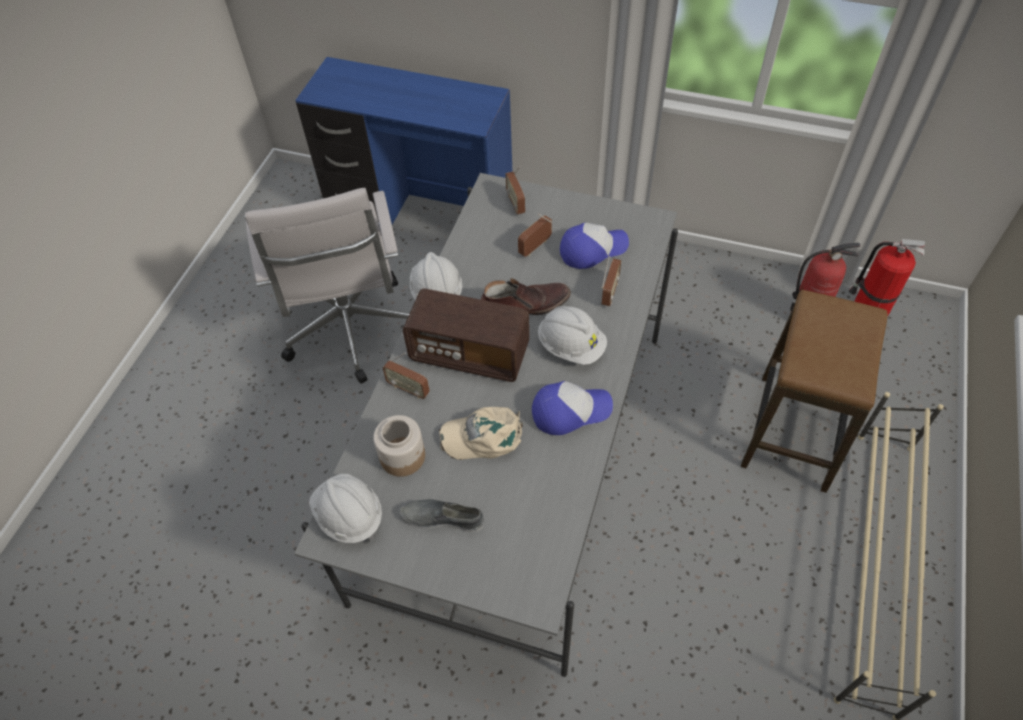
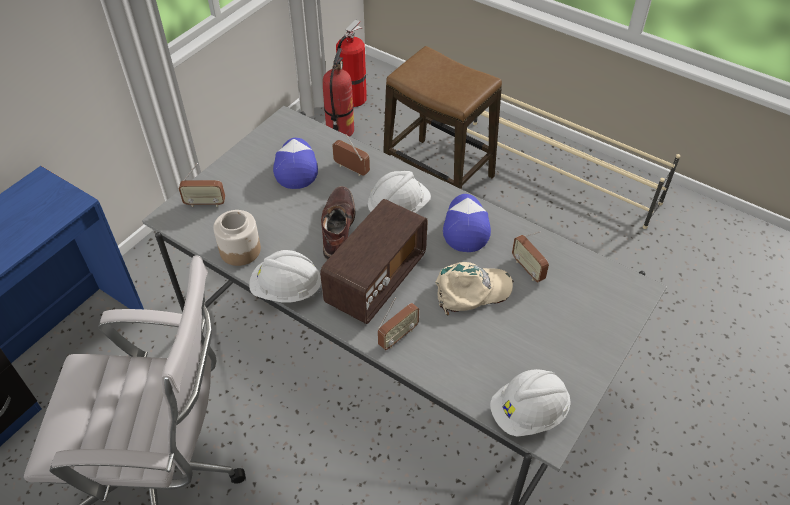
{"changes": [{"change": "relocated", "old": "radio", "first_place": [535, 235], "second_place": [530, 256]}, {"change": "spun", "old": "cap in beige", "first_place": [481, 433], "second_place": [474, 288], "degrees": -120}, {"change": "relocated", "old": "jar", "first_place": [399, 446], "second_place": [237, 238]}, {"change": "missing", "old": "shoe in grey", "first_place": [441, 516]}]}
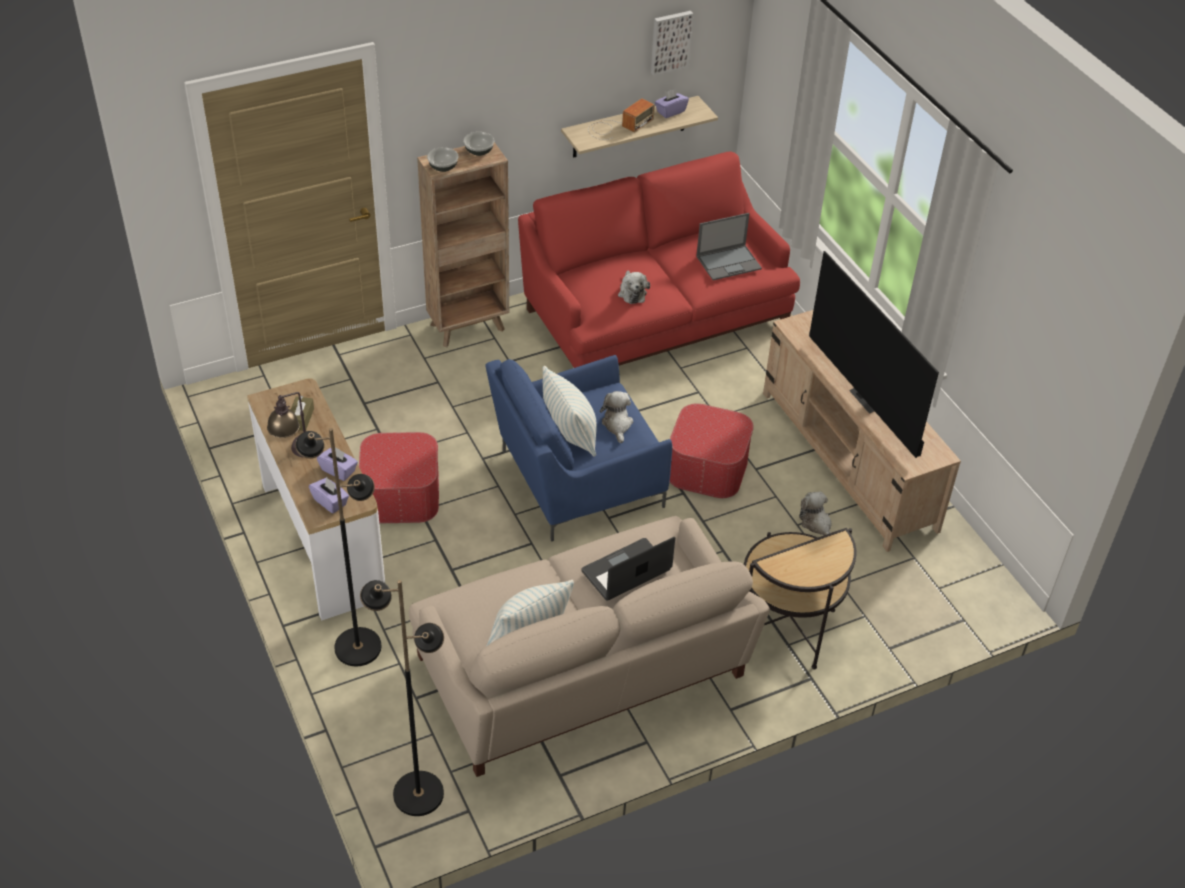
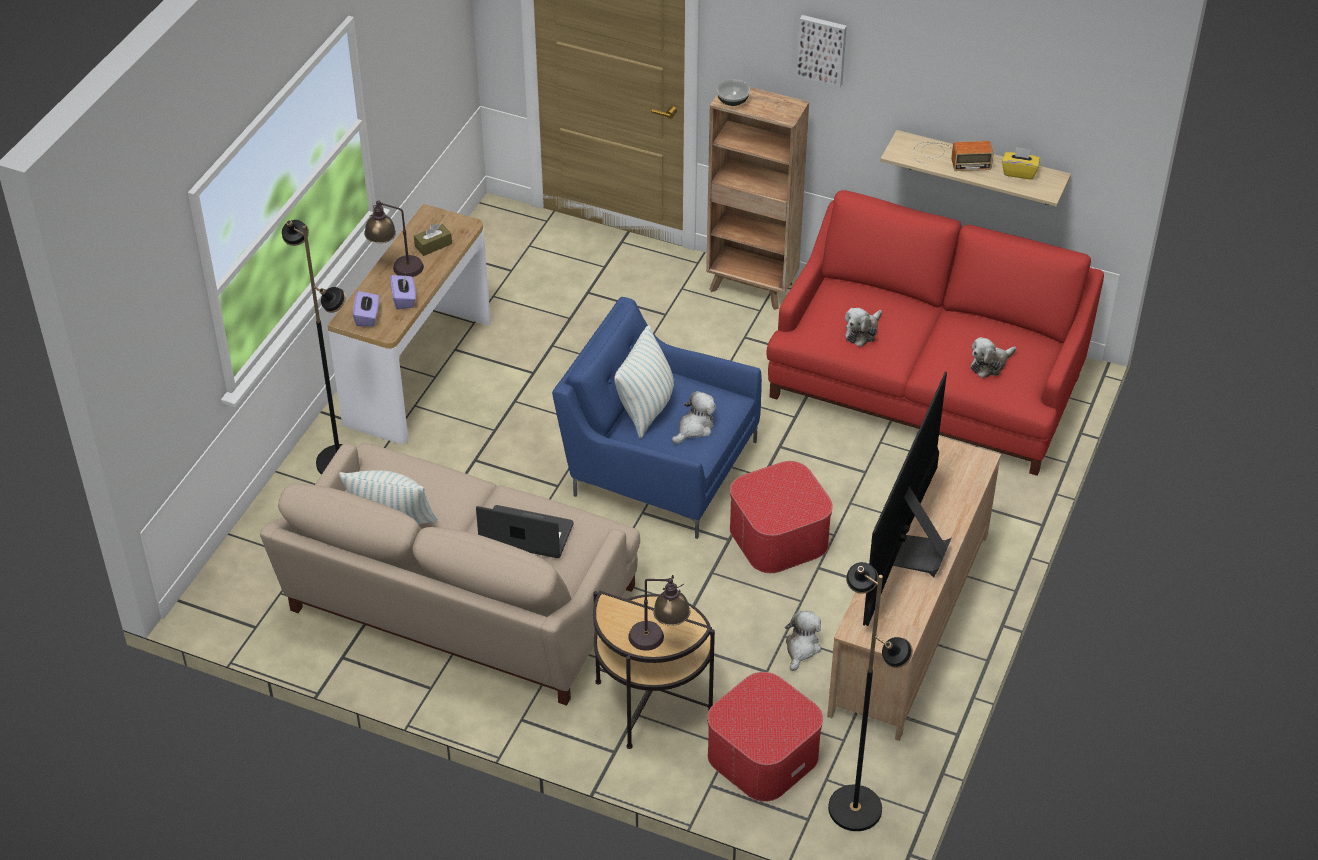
{"changes": [{"change": "relocated", "old": "picture", "first_place": [672, 43], "second_place": [822, 51]}, {"change": "colour", "old": "tissue box in purple", "new": "tissue box in yellow", "first_place": [672, 103], "second_place": [1021, 163]}, {"change": "missing", "old": "bowl", "first_place": [478, 144]}, {"change": "exchanged", "old": "laptop", "new": "plush toy", "first_place": [729, 246], "second_place": [993, 357]}, {"change": "relocated", "old": "ottoman", "first_place": [399, 477], "second_place": [765, 737]}, {"change": "relocated", "old": "floor lamp in black", "first_place": [402, 698], "second_place": [870, 696]}, {"change": "appeared", "new": "table lamp", "second_place": [659, 613]}]}
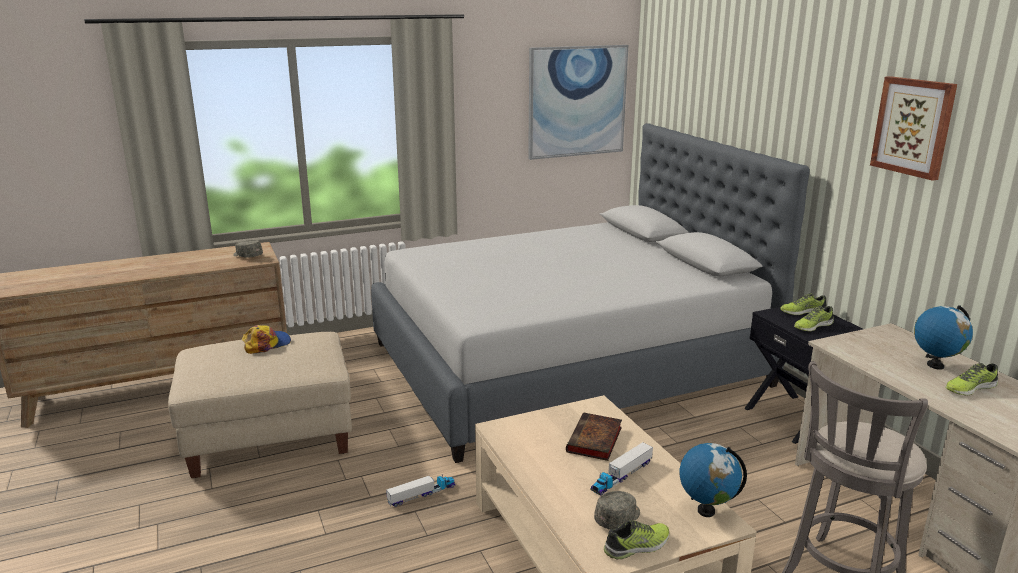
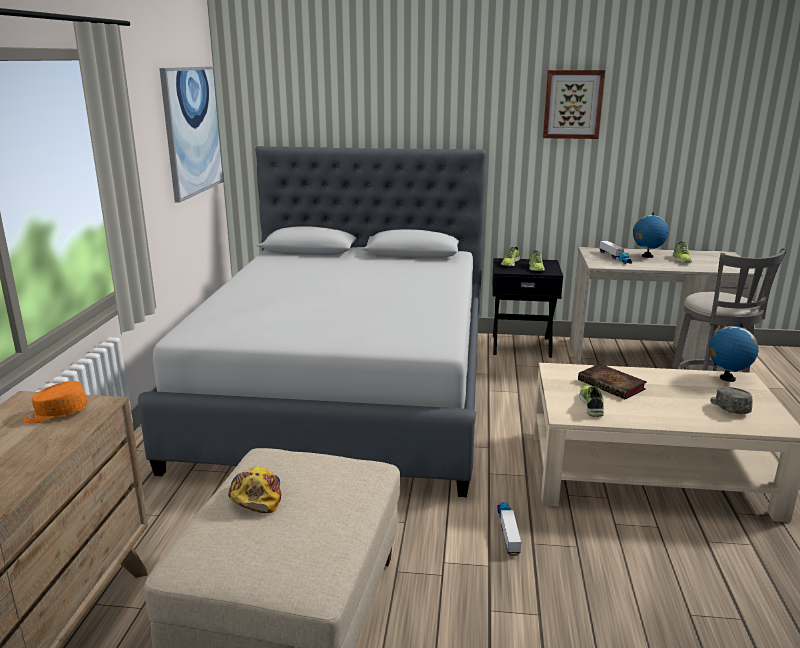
{"changes": [{"change": "colour", "old": "cap in grey", "new": "cap in orange", "first_place": [248, 249], "second_place": [55, 402]}, {"change": "relocated", "old": "toy truck", "first_place": [621, 469], "second_place": [615, 252]}, {"change": "relocated", "old": "shoe", "first_place": [636, 540], "second_place": [592, 401]}]}
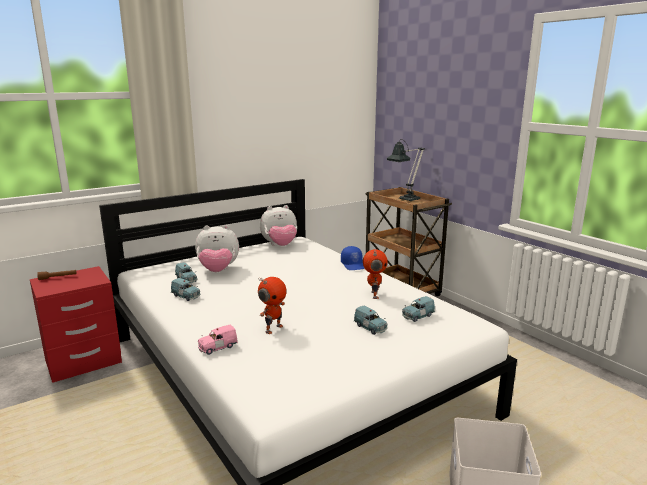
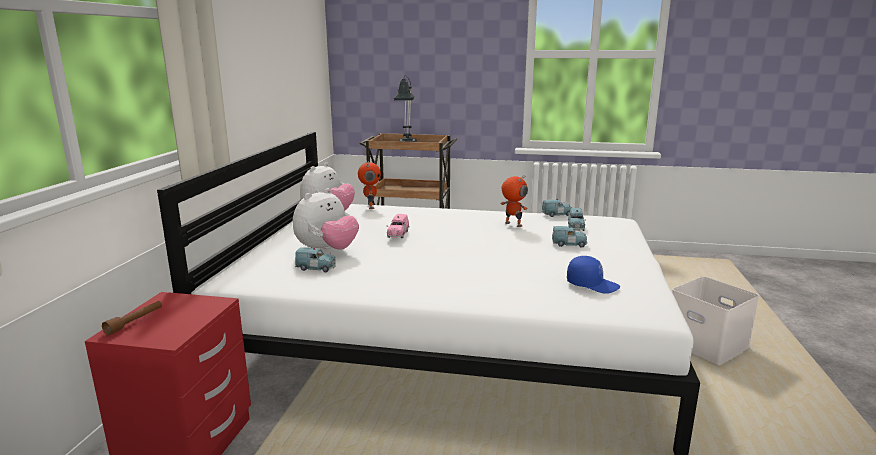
{"changes": [{"change": "relocated", "old": "cap in blue", "first_place": [353, 258], "second_place": [593, 275]}, {"change": "relocated", "old": "toy robot", "first_place": [272, 305], "second_place": [369, 185]}, {"change": "relocated", "old": "toy car in blue", "first_place": [185, 289], "second_place": [556, 208]}, {"change": "relocated", "old": "toy car in pink", "first_place": [218, 340], "second_place": [398, 226]}]}
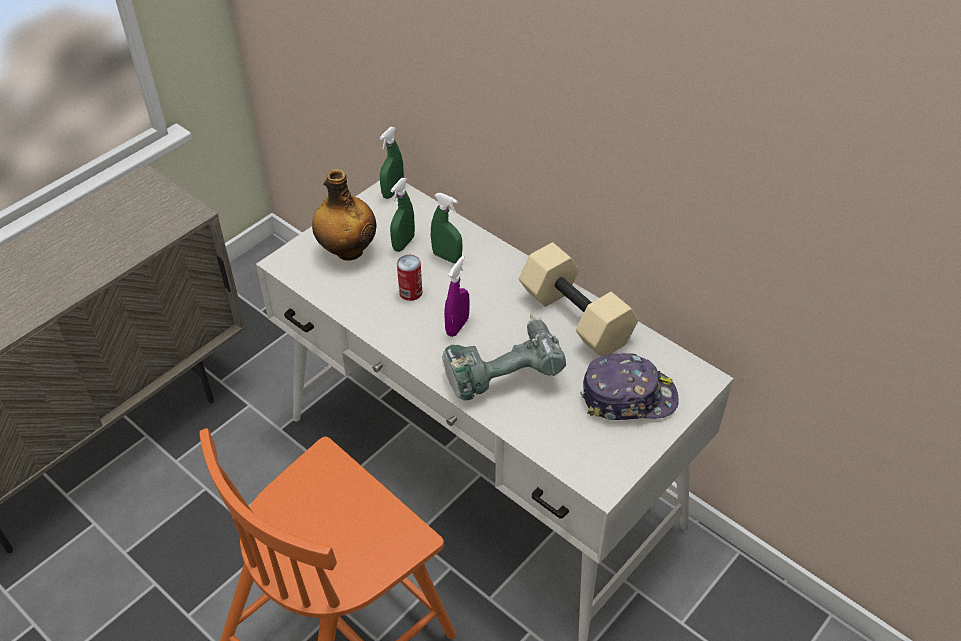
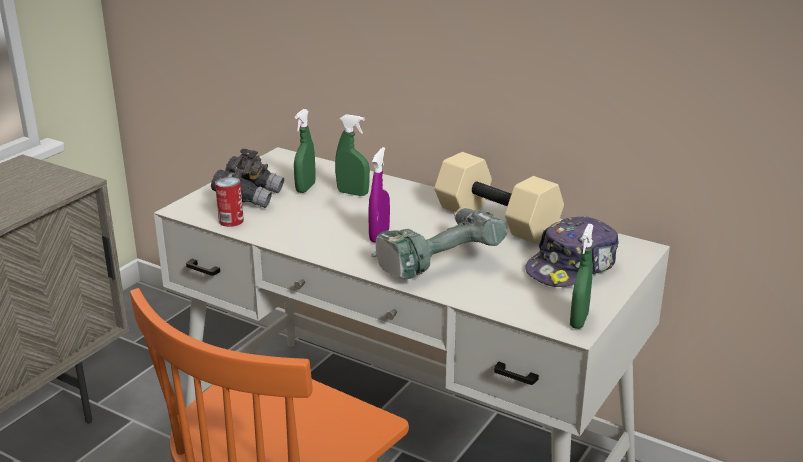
{"changes": [{"change": "relocated", "old": "spray bottle in green", "first_place": [392, 163], "second_place": [581, 276]}, {"change": "exchanged", "old": "bottle", "new": "binoculars in grey", "first_place": [344, 215], "second_place": [247, 178]}, {"change": "relocated", "old": "can", "first_place": [409, 278], "second_place": [229, 202]}, {"change": "spun", "old": "cap", "first_place": [629, 386], "second_place": [572, 251], "degrees": 150}]}
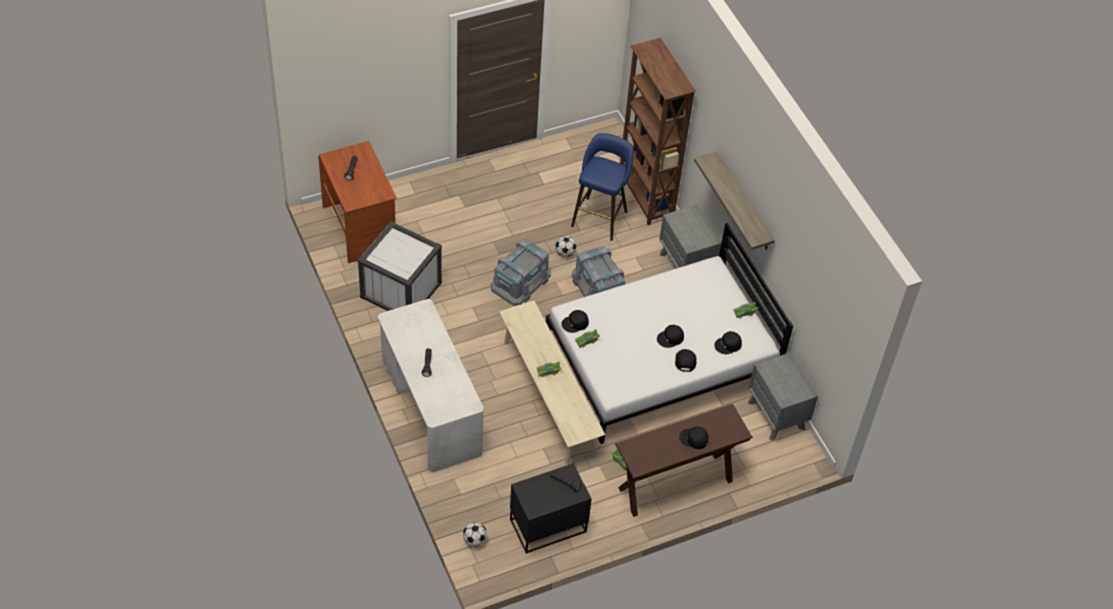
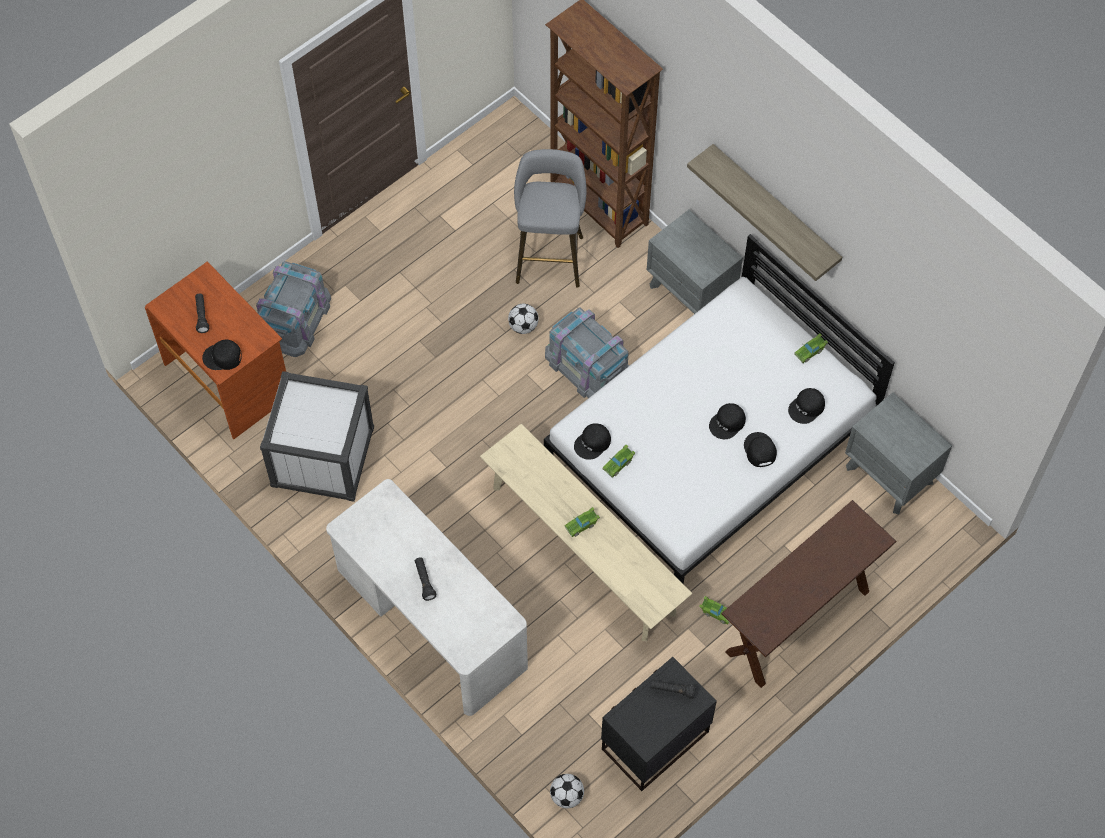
{"changes": [{"change": "colour", "old": "stool in blue", "new": "stool in grey", "first_place": [602, 187], "second_place": [550, 218]}, {"change": "relocated", "old": "storage box in grey", "first_place": [521, 273], "second_place": [293, 309]}, {"change": "relocated", "old": "cap in black", "first_place": [694, 438], "second_place": [222, 355]}]}
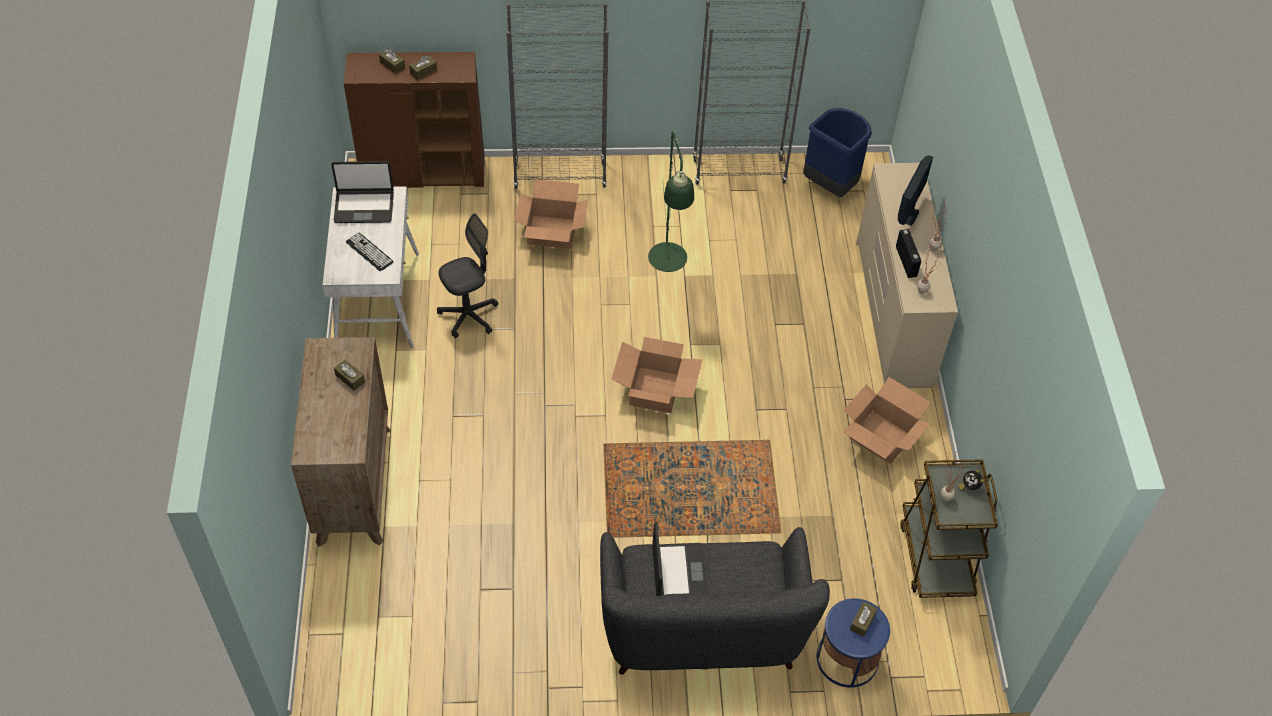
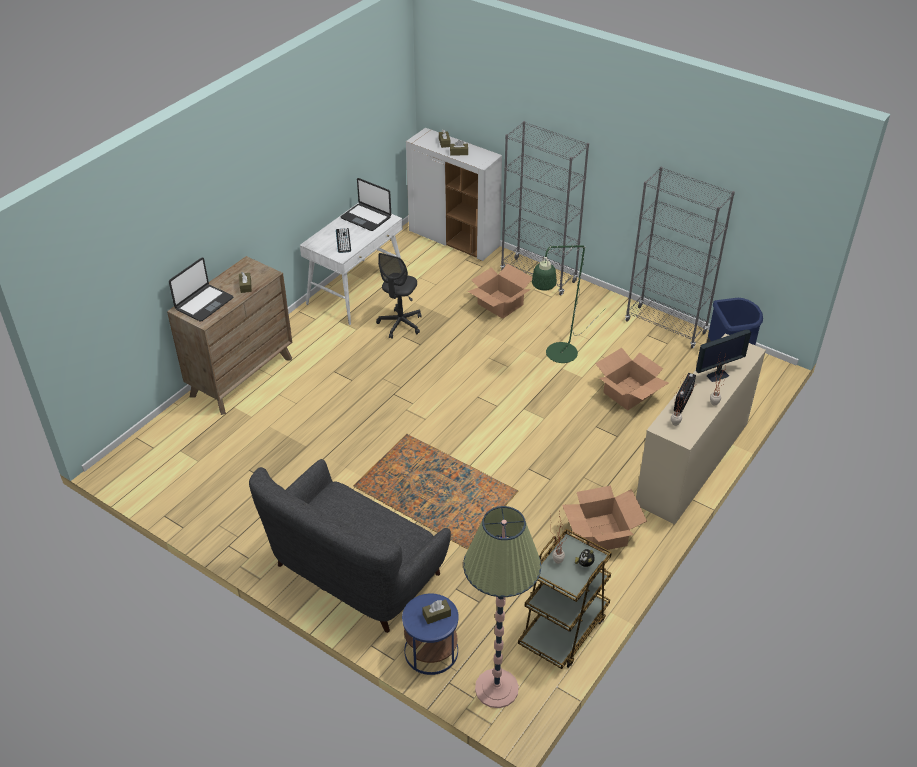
{"changes": [{"change": "colour", "old": "cabinet in brown", "new": "cabinet in white", "first_place": [414, 120], "second_place": [454, 194]}, {"change": "spun", "old": "office chair in grey", "first_place": [467, 275], "second_place": [398, 296], "degrees": 105}, {"change": "relocated", "old": "cardboard box", "first_place": [656, 375], "second_place": [631, 379]}, {"change": "relocated", "old": "laptop", "first_place": [679, 559], "second_place": [201, 289]}, {"change": "appeared", "new": "floor lamp", "second_place": [502, 607]}]}
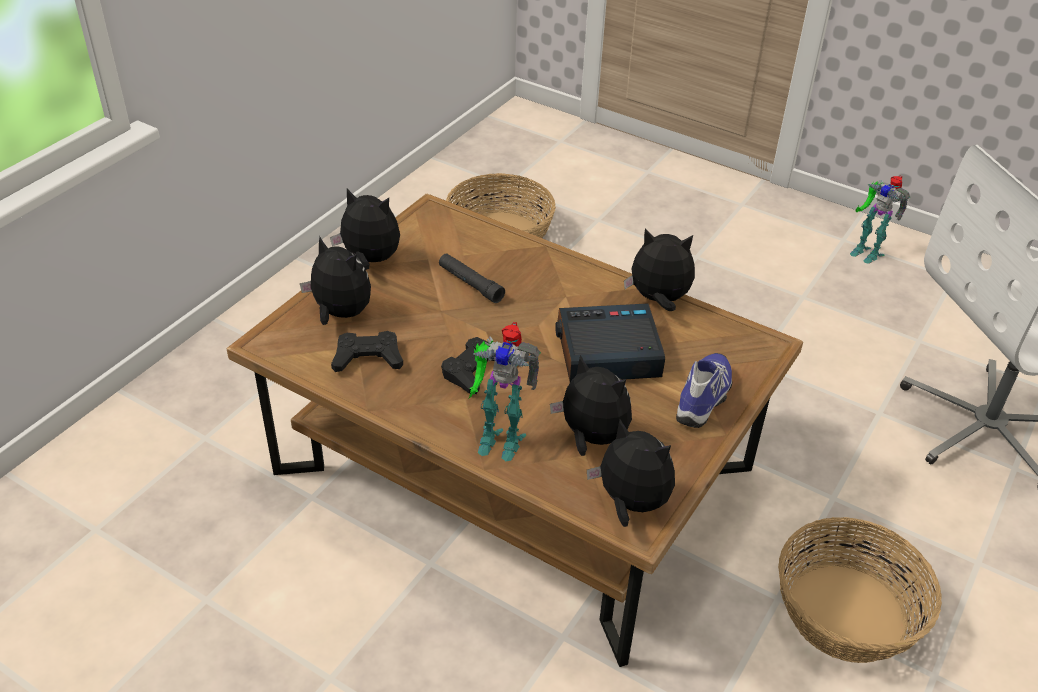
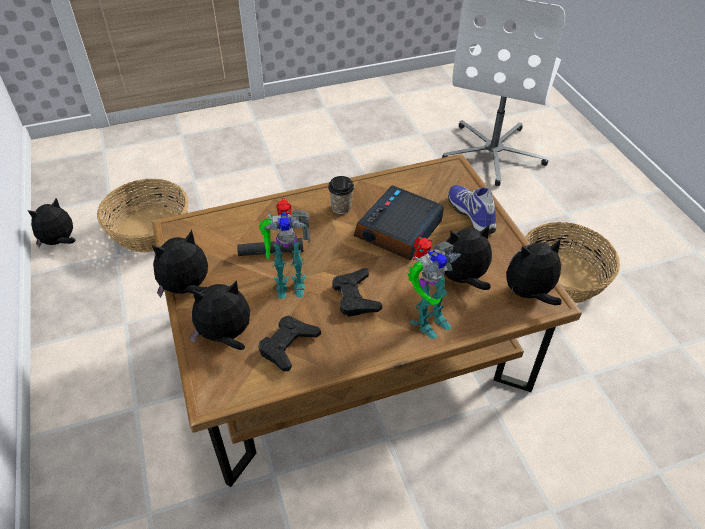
{"changes": [{"change": "relocated", "old": "toy robot", "first_place": [880, 220], "second_place": [284, 248]}, {"change": "relocated", "old": "plush toy", "first_place": [659, 270], "second_place": [51, 223]}, {"change": "appeared", "new": "cup", "second_place": [341, 195]}]}
